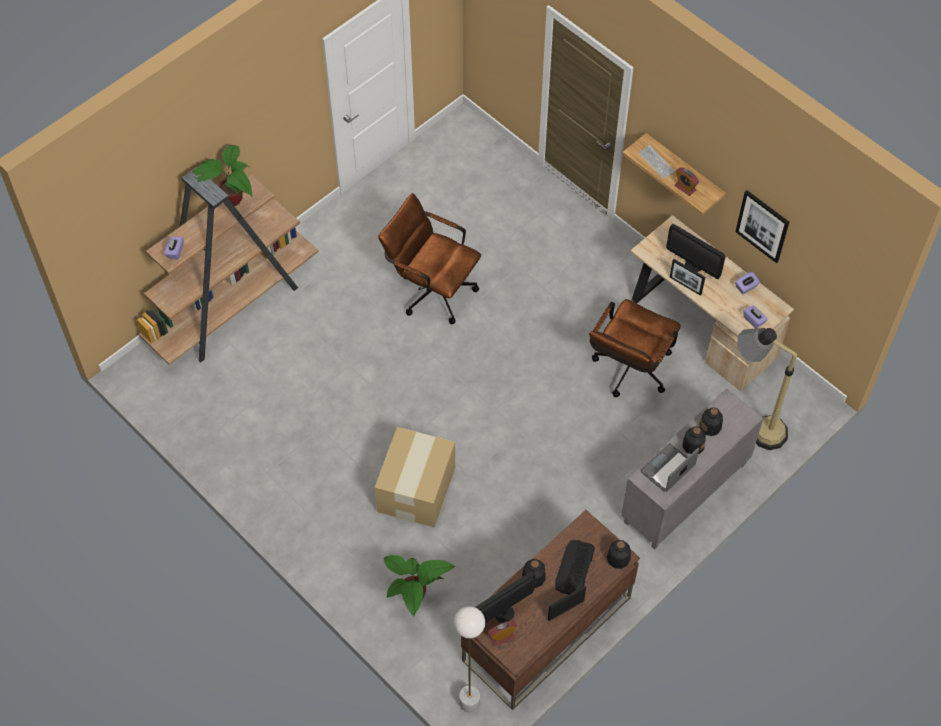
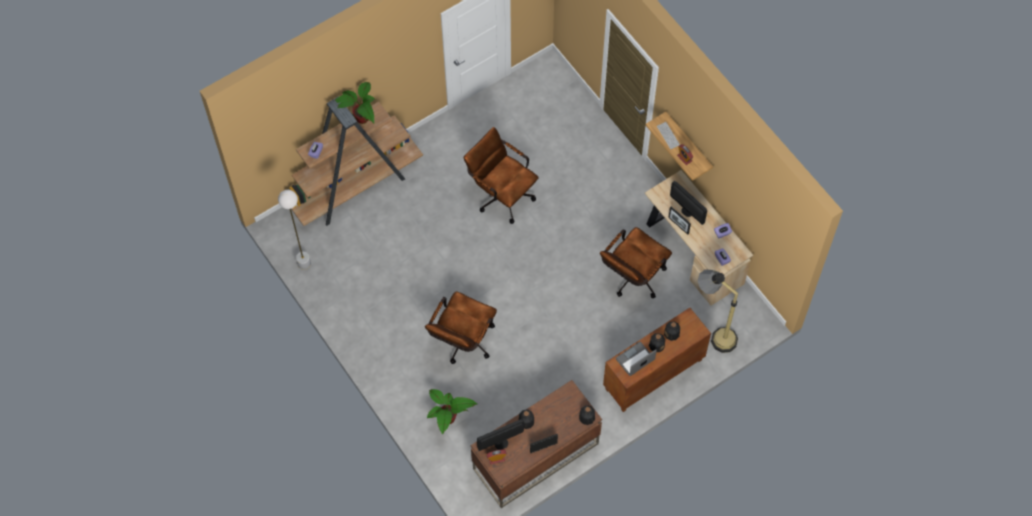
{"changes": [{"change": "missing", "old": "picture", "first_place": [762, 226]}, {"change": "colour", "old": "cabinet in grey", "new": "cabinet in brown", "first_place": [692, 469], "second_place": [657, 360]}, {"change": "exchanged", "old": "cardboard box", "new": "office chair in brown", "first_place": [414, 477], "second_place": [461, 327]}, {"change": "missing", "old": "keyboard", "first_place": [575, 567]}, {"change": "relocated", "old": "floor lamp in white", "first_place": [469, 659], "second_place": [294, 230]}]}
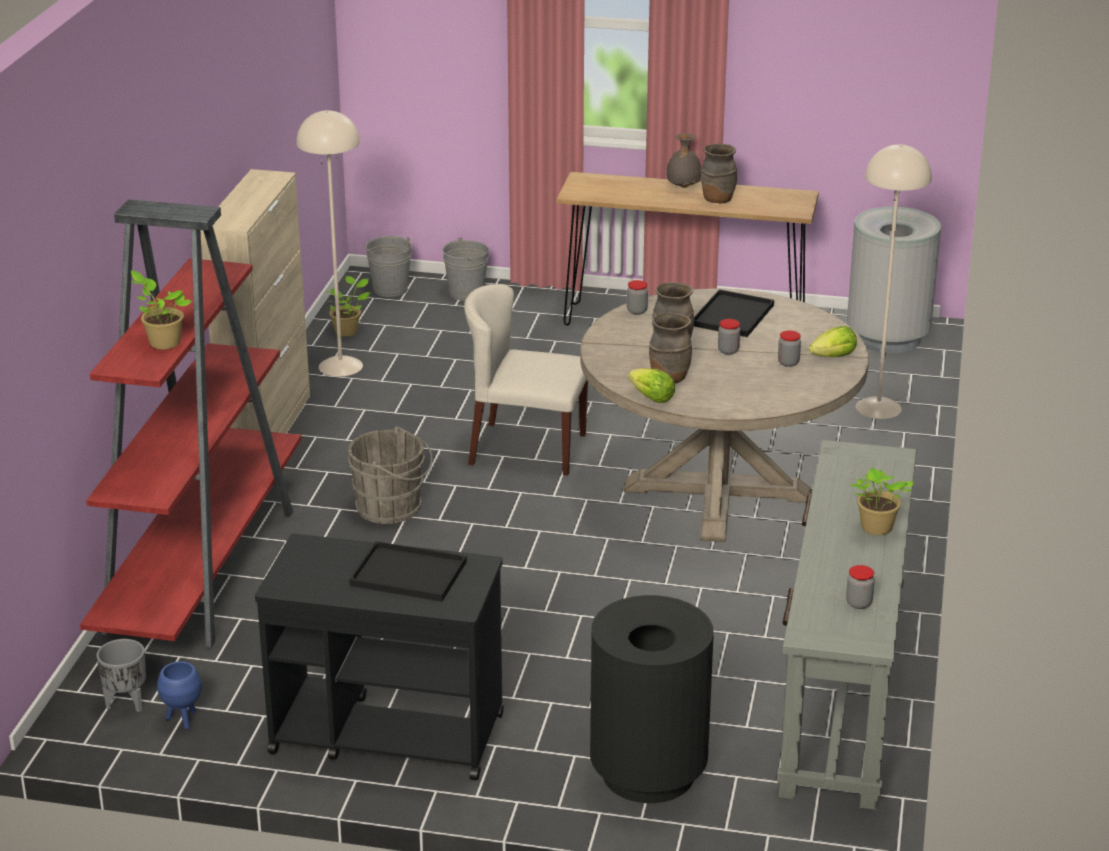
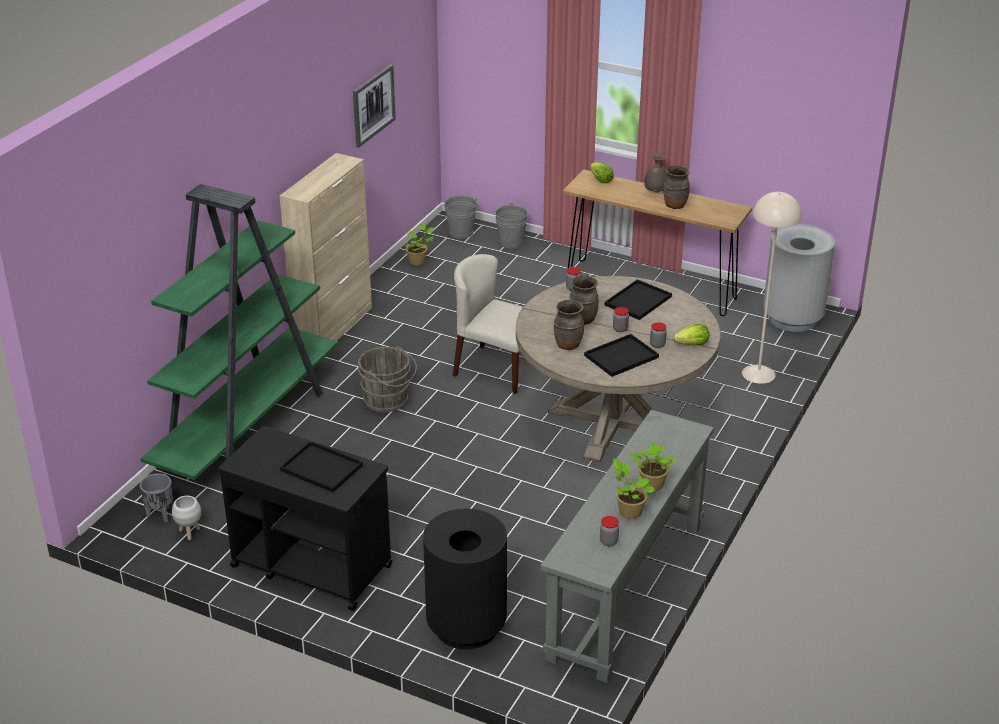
{"changes": [{"change": "missing", "old": "floor lamp in beige", "first_place": [329, 243]}, {"change": "colour", "old": "bookcase in red", "new": "bookcase in green", "first_place": [190, 423], "second_place": [239, 332]}, {"change": "relocated", "old": "potted plant", "first_place": [161, 309], "second_place": [634, 488]}, {"change": "relocated", "old": "lettuce", "first_place": [651, 385], "second_place": [602, 172]}, {"change": "colour", "old": "planter in blue", "new": "planter in white", "first_place": [179, 695], "second_place": [186, 518]}, {"change": "appeared", "new": "picture", "second_place": [374, 106]}, {"change": "appeared", "new": "tray in black", "second_place": [621, 355]}]}
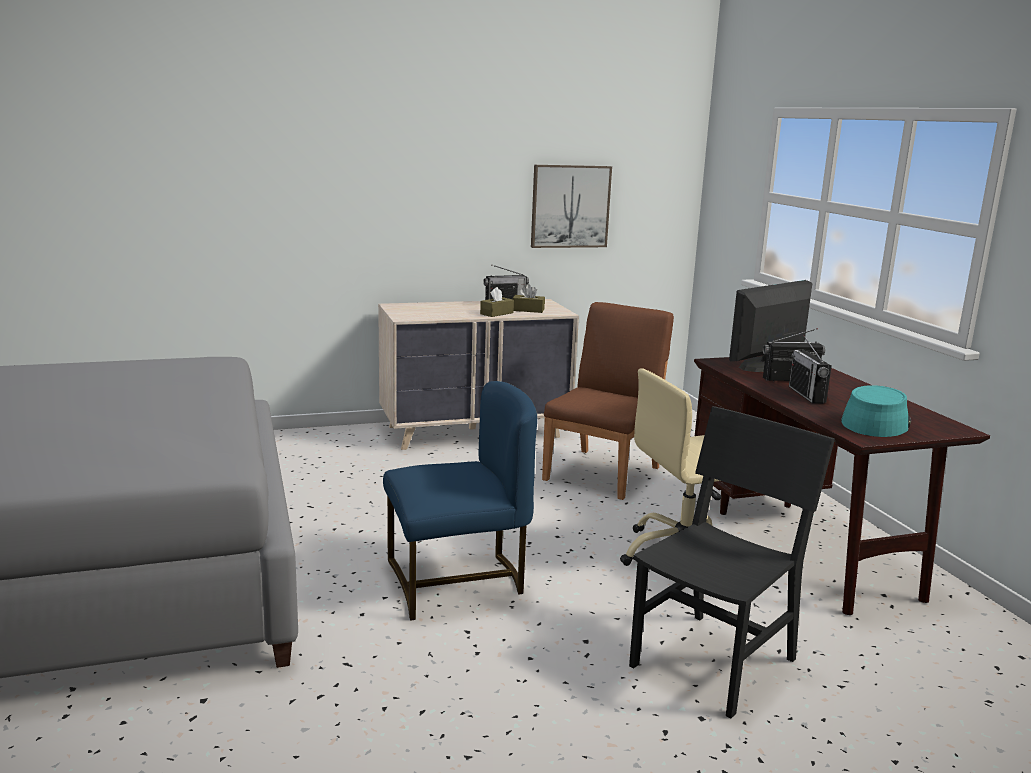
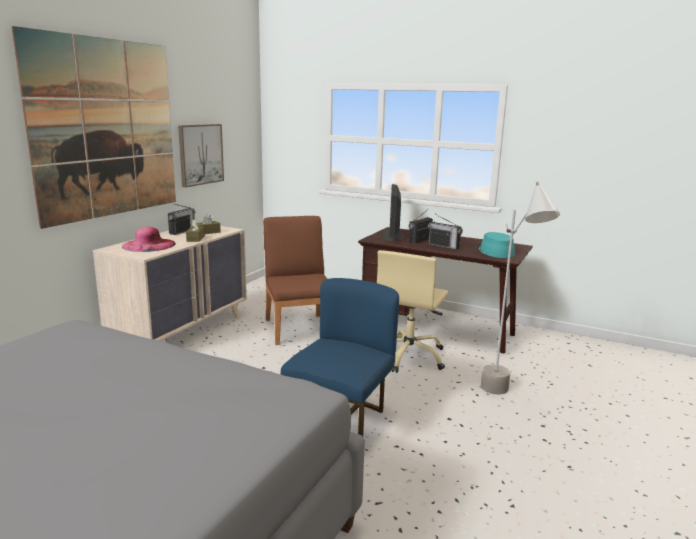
{"changes": [{"change": "exchanged", "old": "chair in black", "new": "floor lamp in grey", "first_place": [732, 562], "second_place": [520, 288]}, {"change": "appeared", "new": "picture", "second_place": [93, 127]}, {"change": "appeared", "new": "hat in pink", "second_place": [149, 239]}]}
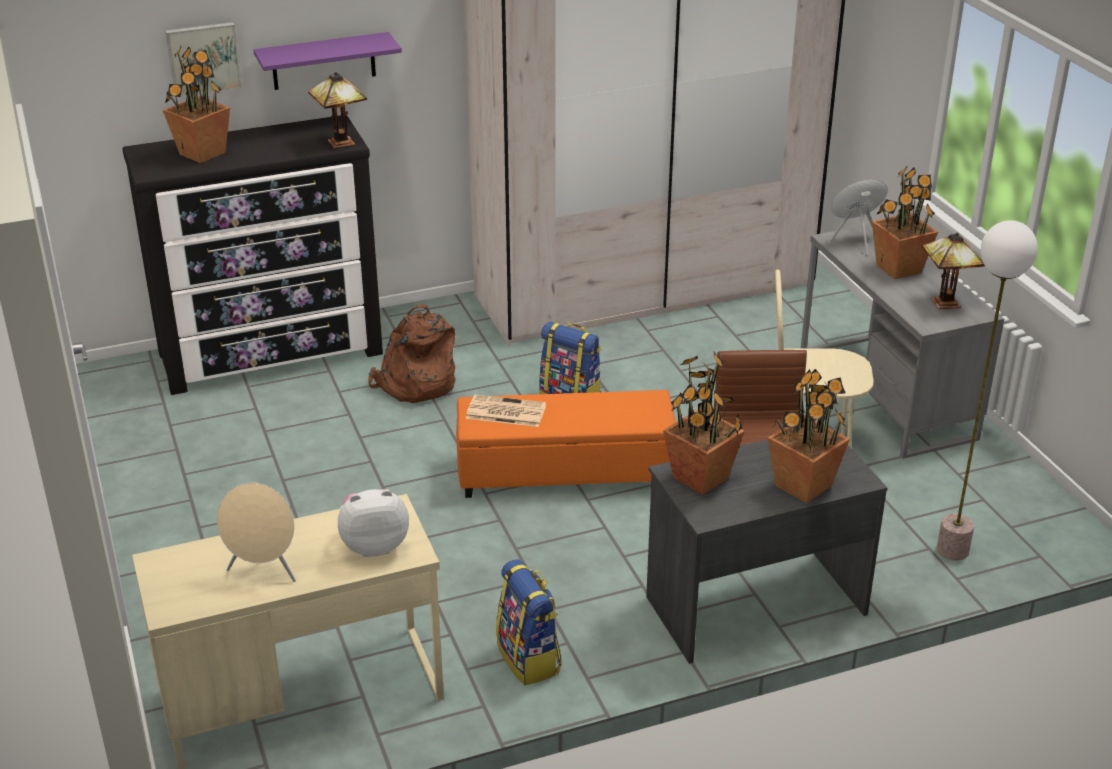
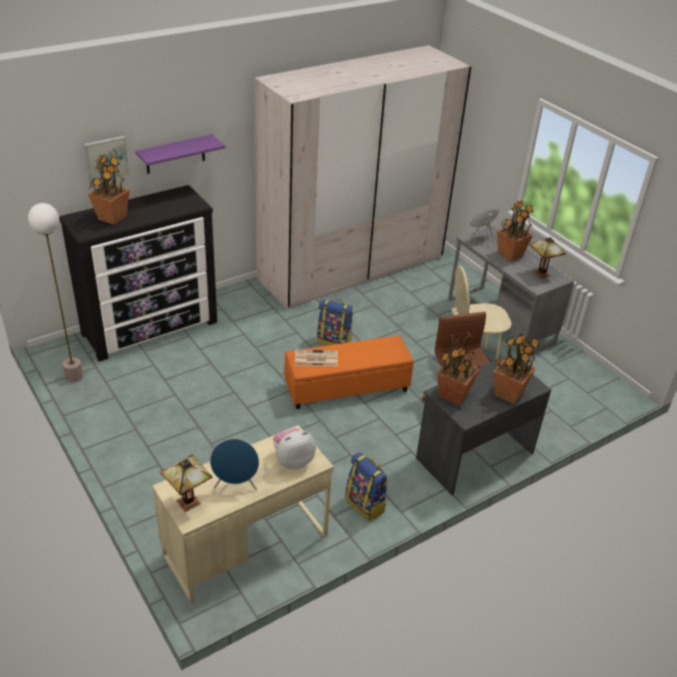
{"changes": [{"change": "relocated", "old": "table lamp", "first_place": [337, 110], "second_place": [186, 483]}, {"change": "relocated", "old": "floor lamp", "first_place": [987, 390], "second_place": [55, 292]}, {"change": "missing", "old": "backpack in brown", "first_place": [412, 353]}, {"change": "colour", "old": "speaker in beige", "new": "speaker in blue", "first_place": [256, 532], "second_place": [234, 465]}]}
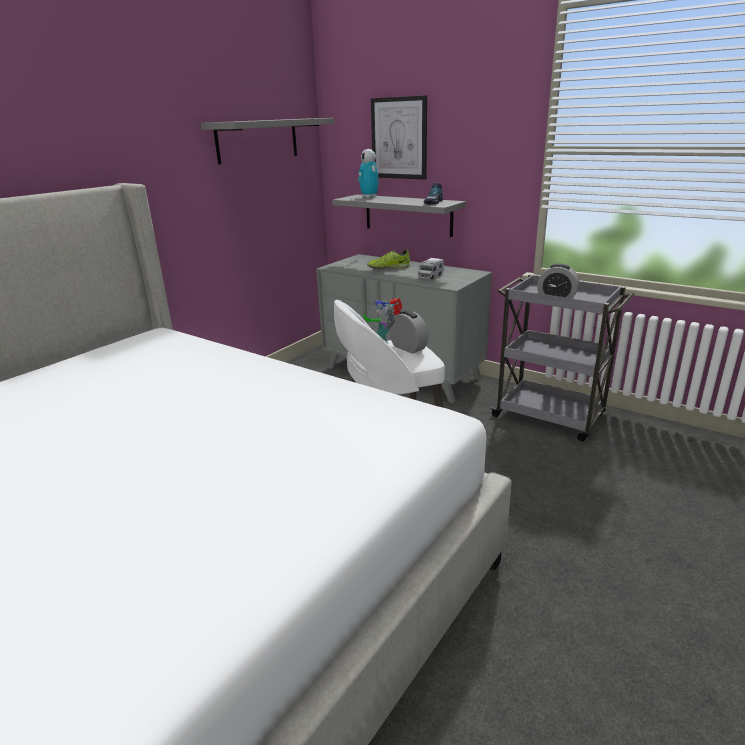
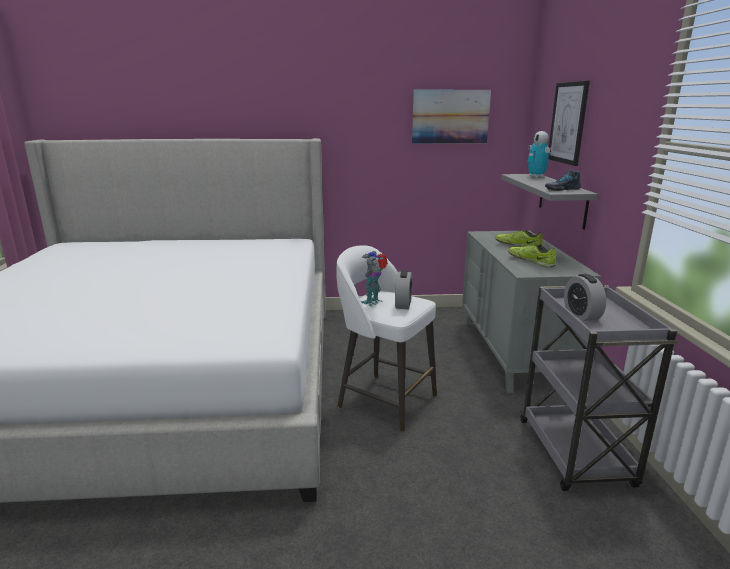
{"changes": [{"change": "exchanged", "old": "shelf in grey", "new": "picture", "first_place": [267, 141], "second_place": [451, 117]}, {"change": "spun", "old": "toy robot", "first_place": [368, 173], "second_place": [539, 154], "degrees": -45}, {"change": "exchanged", "old": "toy truck", "new": "shoe", "first_place": [430, 268], "second_place": [532, 255]}]}
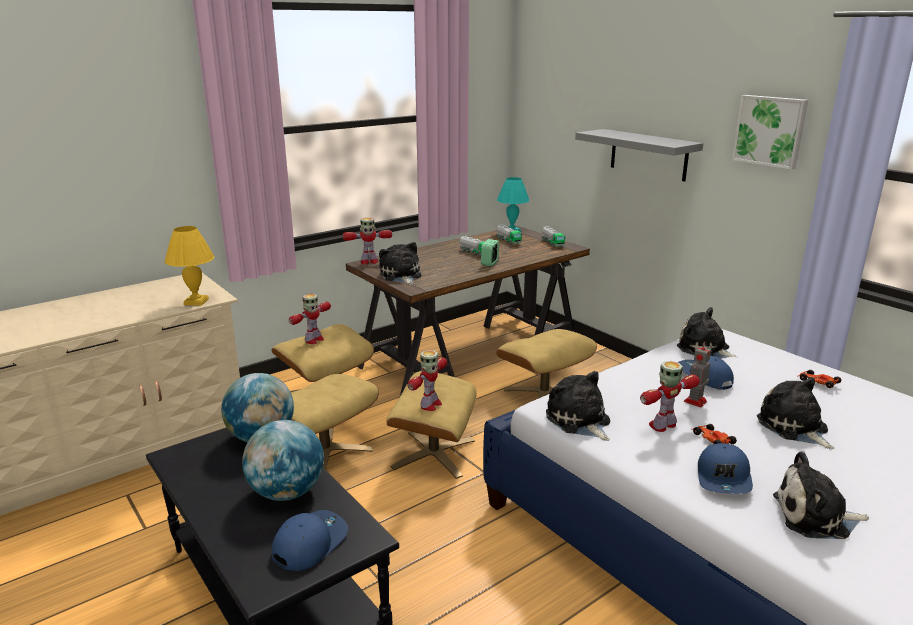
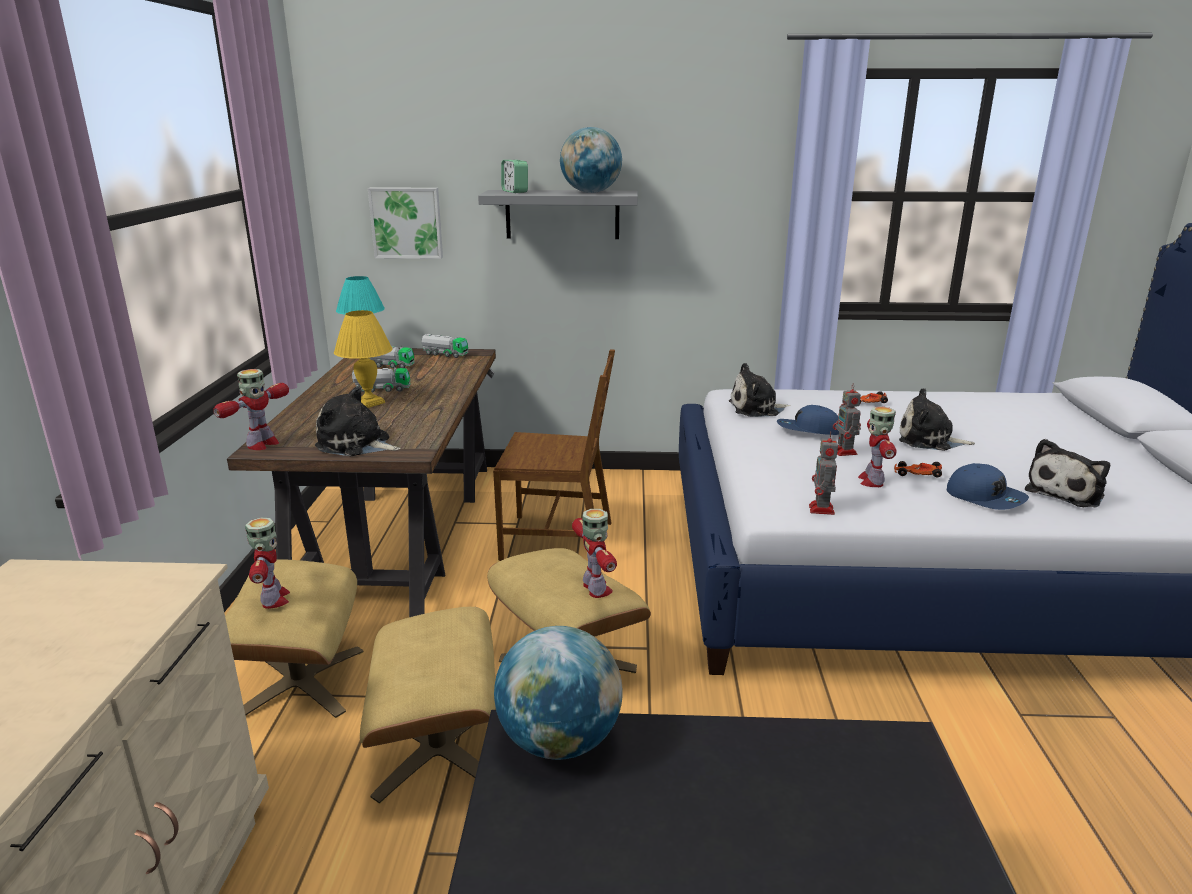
{"changes": [{"change": "relocated", "old": "picture", "first_place": [770, 132], "second_place": [405, 223]}, {"change": "relocated", "old": "table lamp in yellow", "first_place": [189, 266], "second_place": [363, 359]}, {"change": "relocated", "old": "alarm clock", "first_place": [490, 252], "second_place": [514, 176]}, {"change": "exchanged", "old": "ottoman in beige", "new": "chair in brown", "first_place": [546, 364], "second_place": [554, 455]}, {"change": "exchanged", "old": "plush toy", "new": "toy robot", "first_place": [578, 406], "second_place": [823, 473]}, {"change": "relocated", "old": "globe", "first_place": [283, 460], "second_place": [591, 160]}, {"change": "missing", "old": "cap in blue", "first_place": [310, 540]}]}
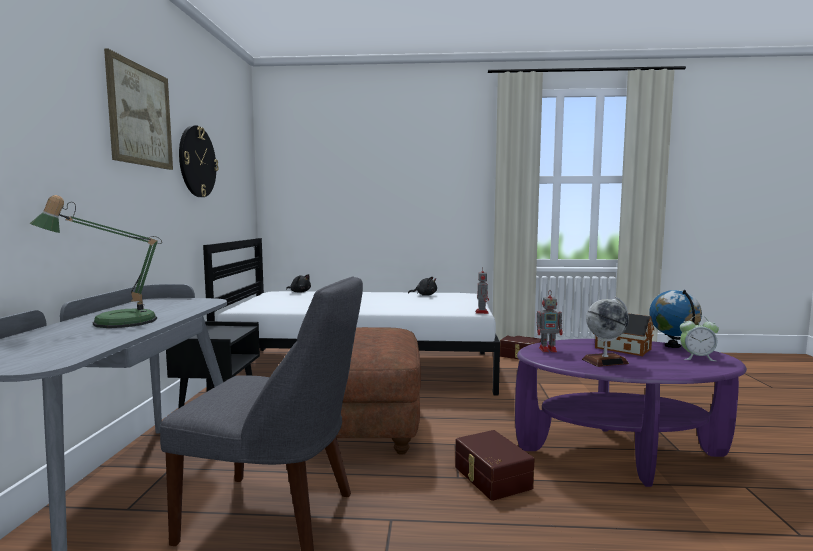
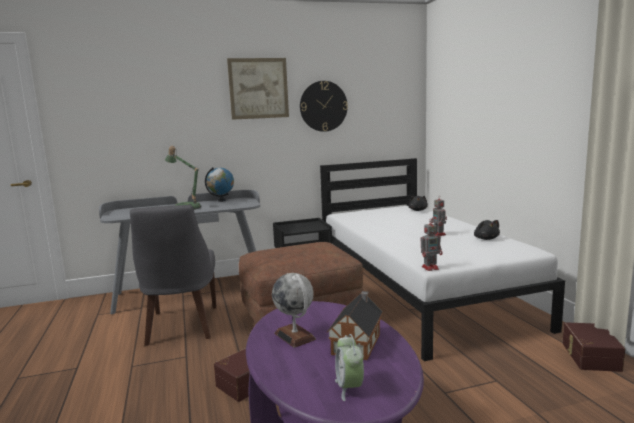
{"changes": [{"change": "relocated", "old": "toy robot", "first_place": [549, 321], "second_place": [438, 217]}, {"change": "relocated", "old": "globe", "first_place": [675, 319], "second_place": [219, 184]}]}
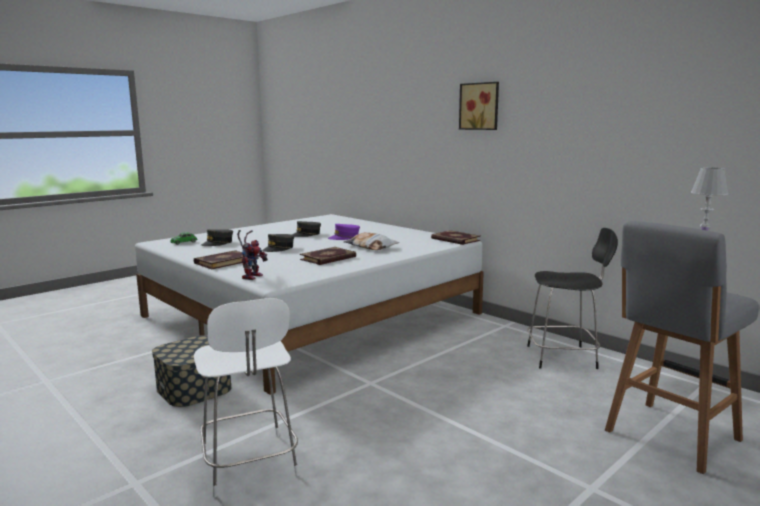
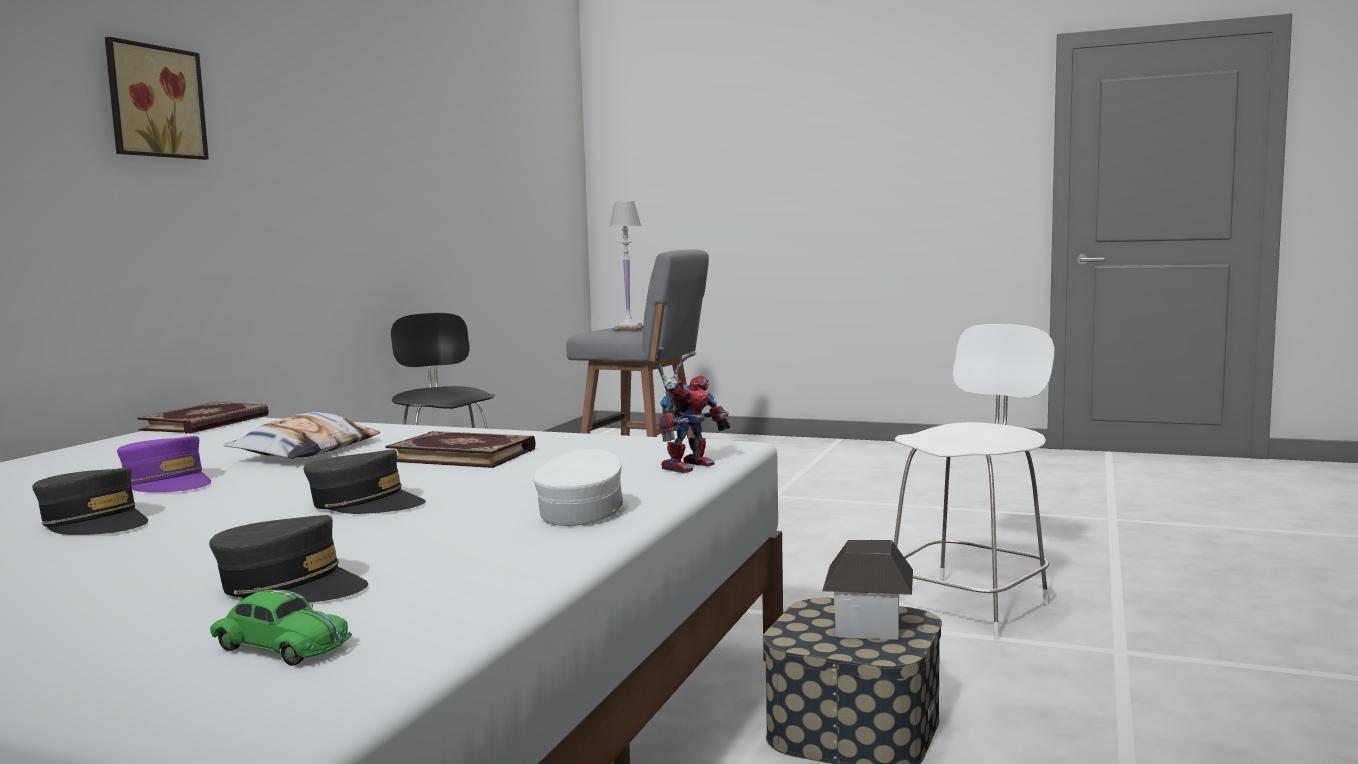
{"changes": [{"change": "spun", "old": "toy robot", "first_place": [252, 255], "second_place": [693, 410], "degrees": 135}, {"change": "exchanged", "old": "book", "new": "cap in white", "first_place": [218, 259], "second_place": [581, 487]}, {"change": "appeared", "new": "toy house", "second_place": [867, 590]}]}
